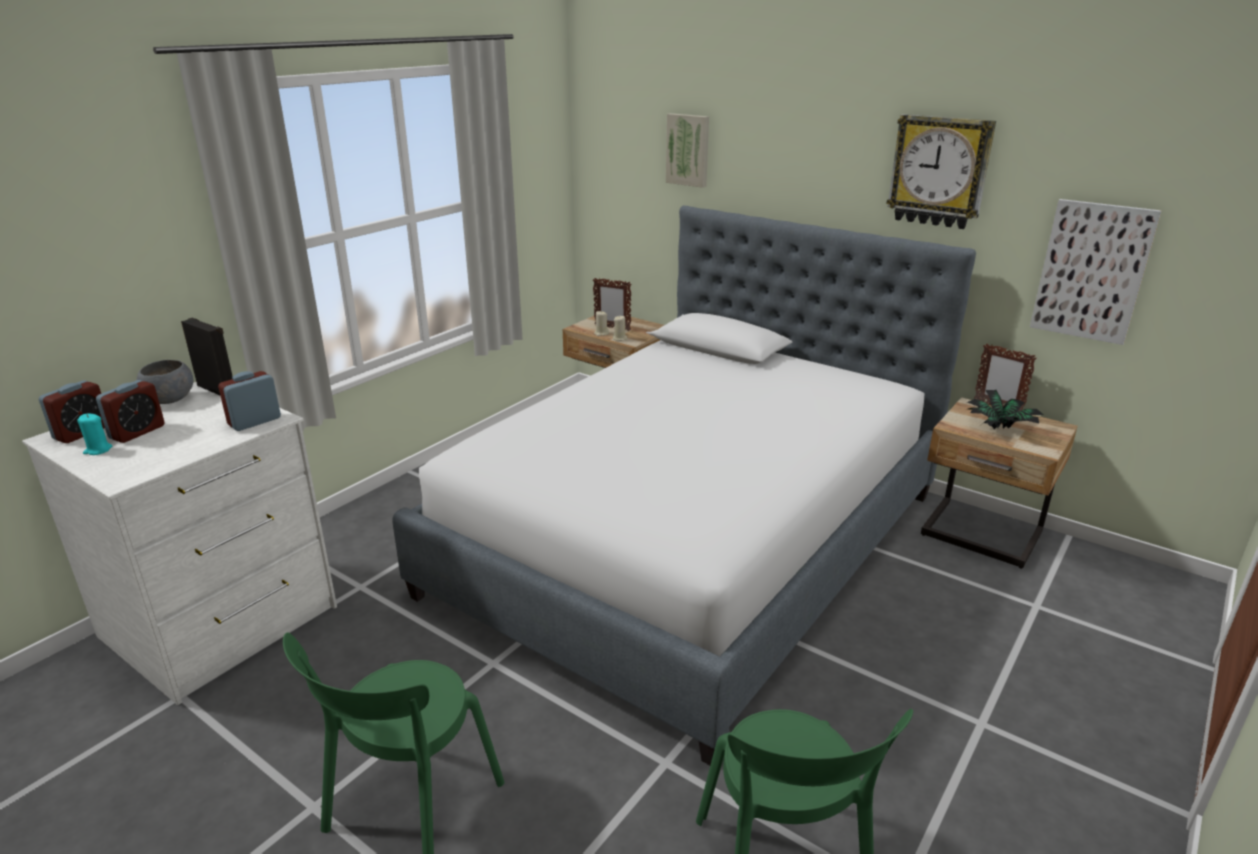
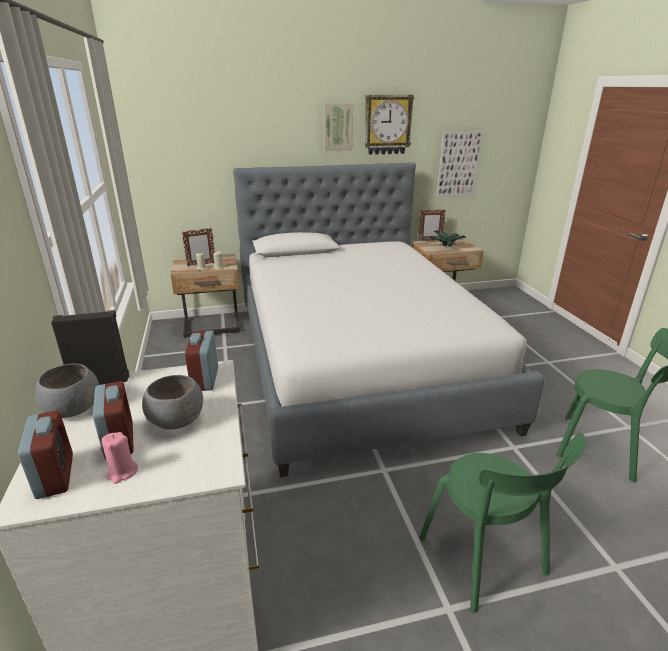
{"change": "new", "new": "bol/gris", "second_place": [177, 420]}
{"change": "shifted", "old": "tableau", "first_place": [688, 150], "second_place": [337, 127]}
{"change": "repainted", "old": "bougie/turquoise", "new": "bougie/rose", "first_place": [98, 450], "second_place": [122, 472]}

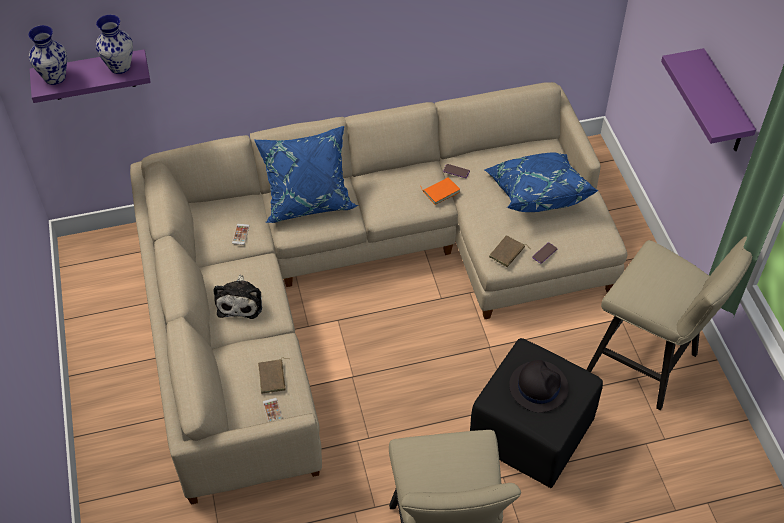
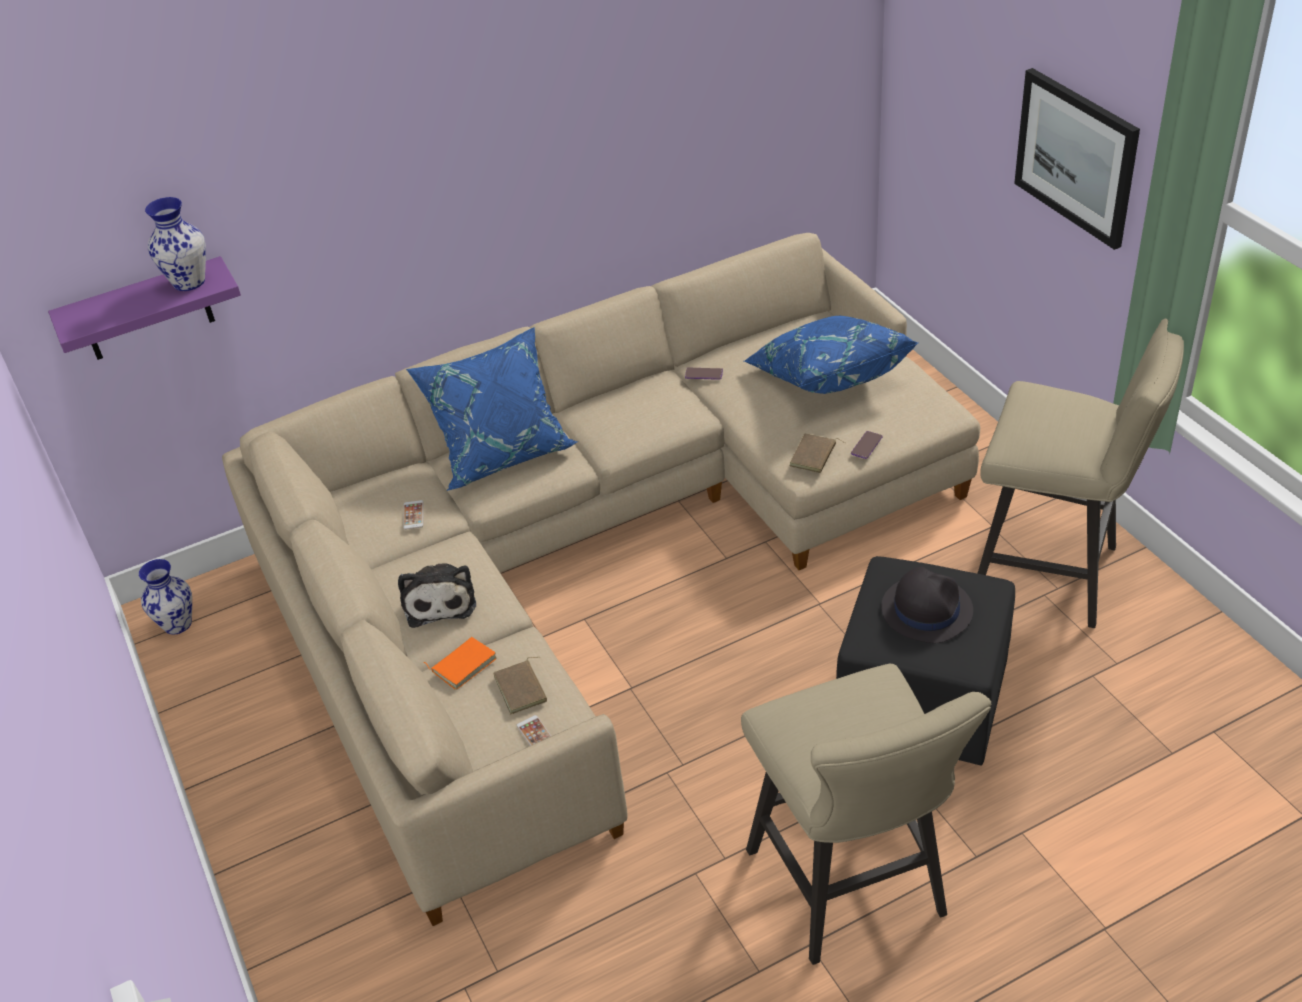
{"change": "shifted", "old": "vase", "first_place": [55, 77], "second_place": [178, 623]}
{"change": "shifted", "old": "livre/orange", "first_place": [440, 191], "second_place": [463, 664]}
{"change": "swapped", "old": "étagère/violet", "new": "tableau", "first_place": [724, 104], "second_place": [1076, 156]}

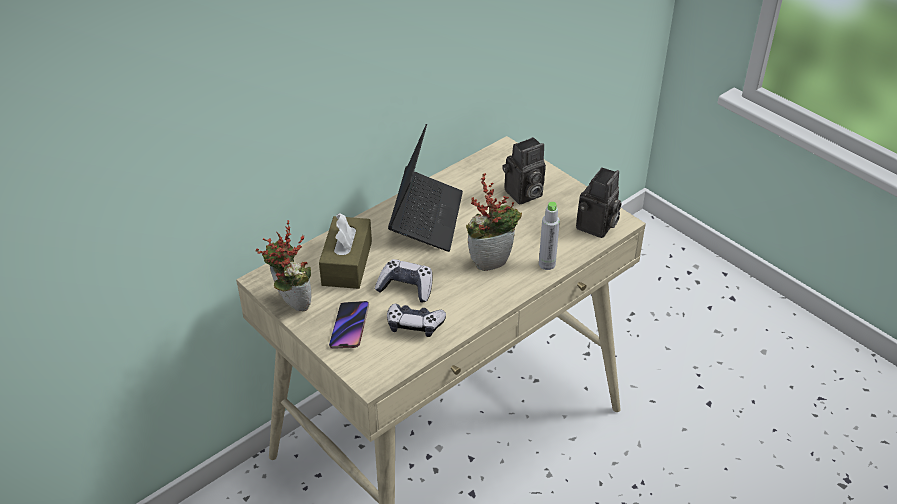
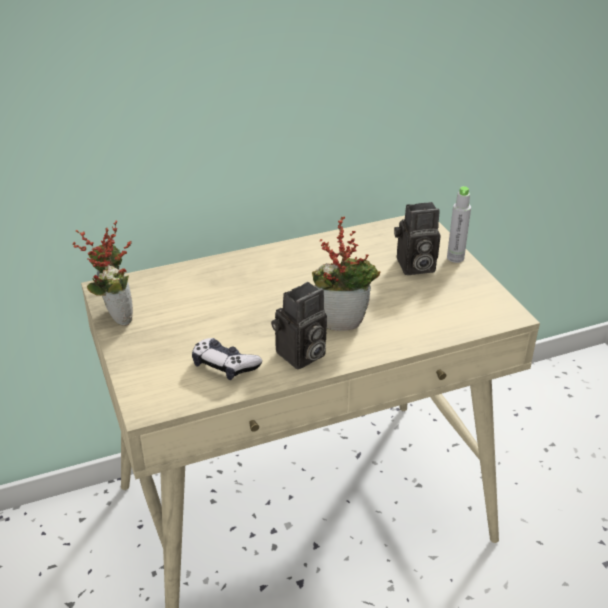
{"change": "gone", "old": "boîte à mouchoirs/marron", "first_place": [347, 263]}
{"change": "gone", "old": "téléphone", "first_place": [349, 327]}
{"change": "gone", "old": "manette", "first_place": [406, 287]}
{"change": "gone", "old": "ordinateur portable", "first_place": [426, 218]}
{"change": "shifted", "old": "bouteille/gris", "first_place": [547, 264], "second_place": [455, 258]}
{"change": "shifted", "old": "appareil photo", "first_place": [597, 227], "second_place": [300, 356]}

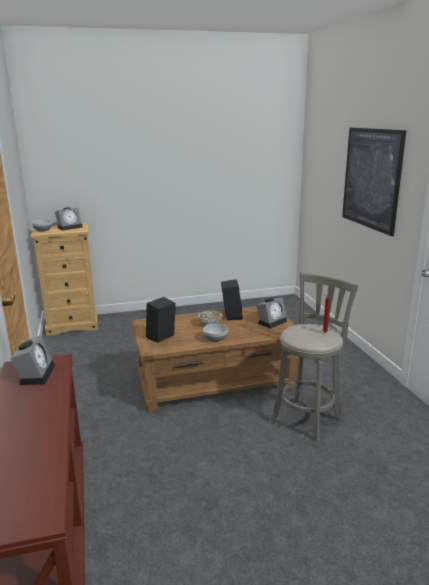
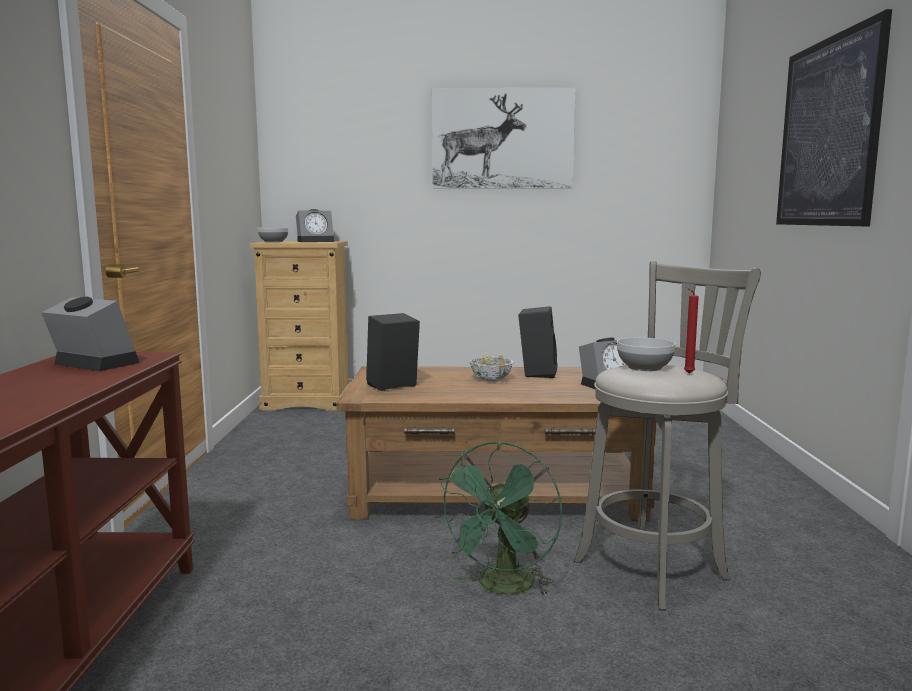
{"change": "new", "new": "tableau", "second_place": [502, 139]}
{"change": "new", "new": "ventilateur/vert", "second_place": [503, 588]}
{"change": "shifted", "old": "bol", "first_place": [215, 339], "second_place": [644, 367]}
{"change": "rotated", "old": "réveil", "first_place": [36, 374], "second_place": [91, 364], "degrees": -75}

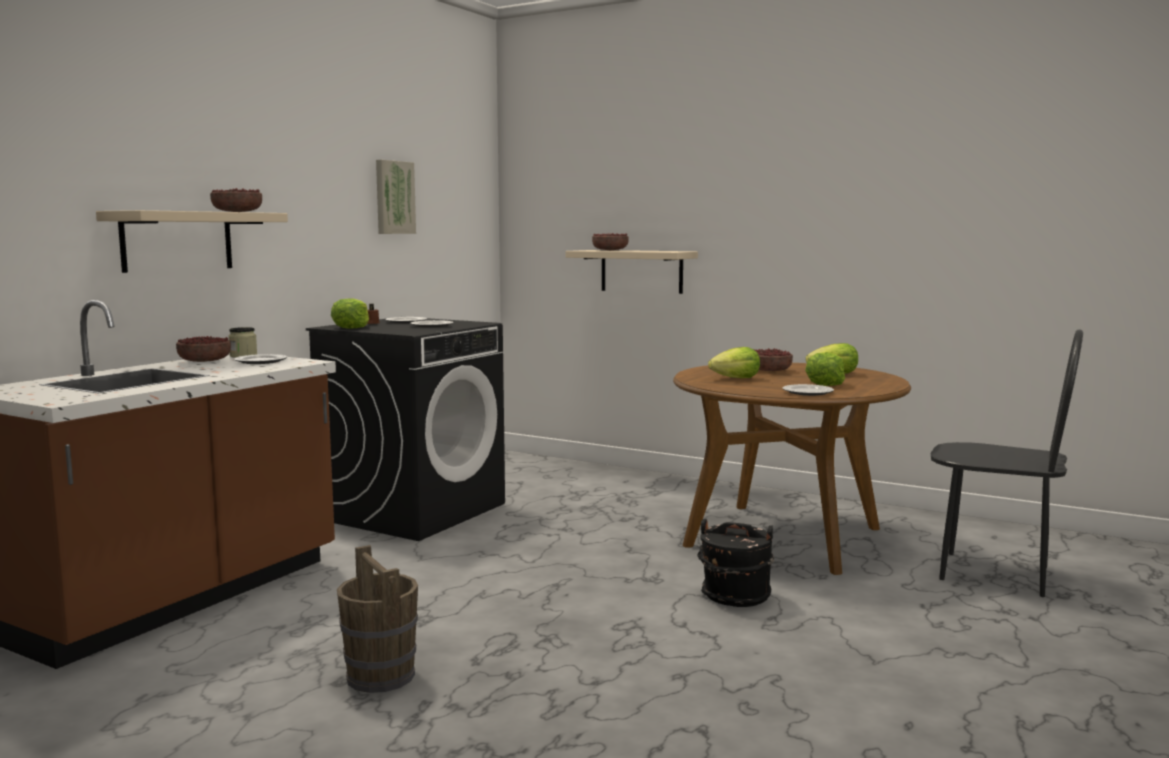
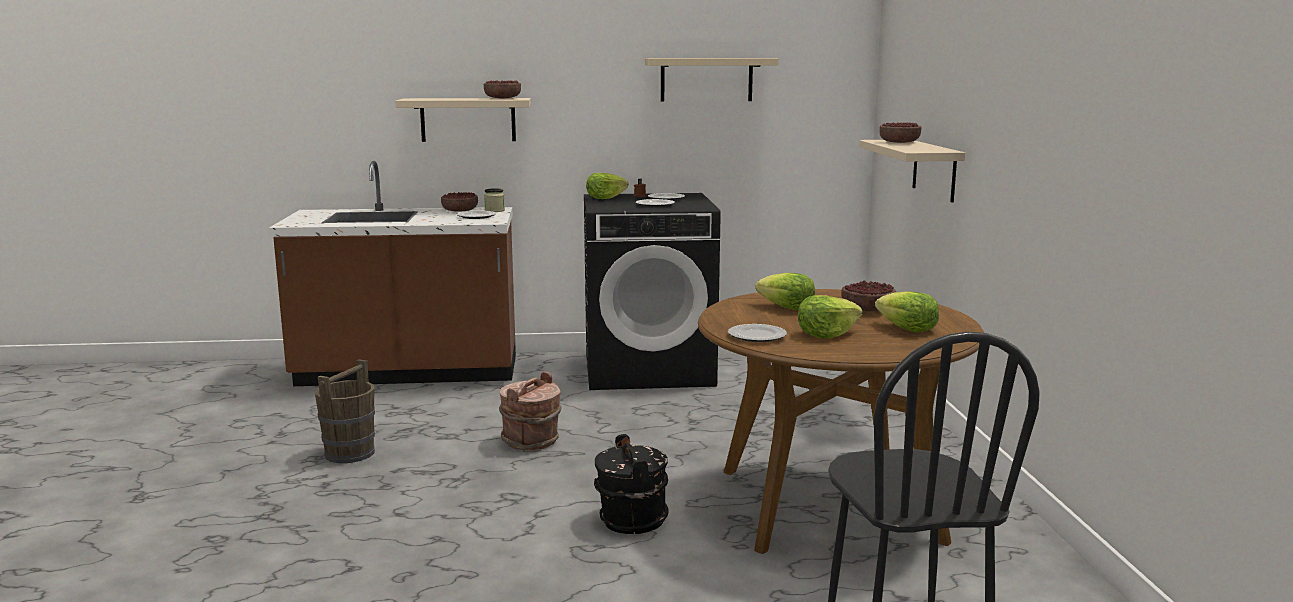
{"change": "new", "new": "seau/marron", "second_place": [531, 441]}
{"change": "swapped", "old": "tableau", "new": "étagère/beige", "first_place": [393, 197], "second_place": [706, 79]}

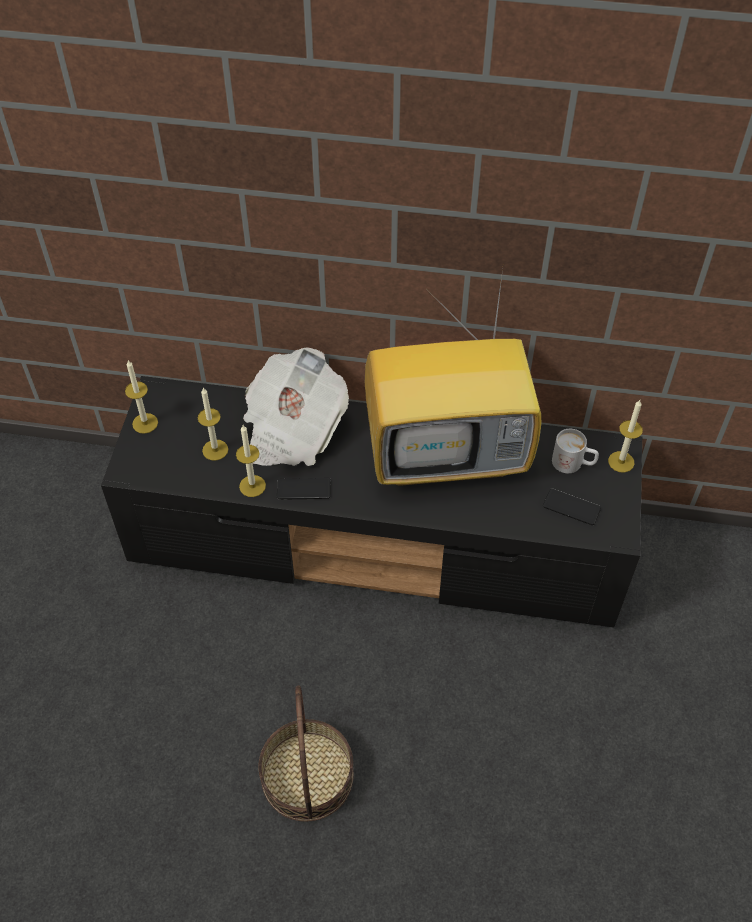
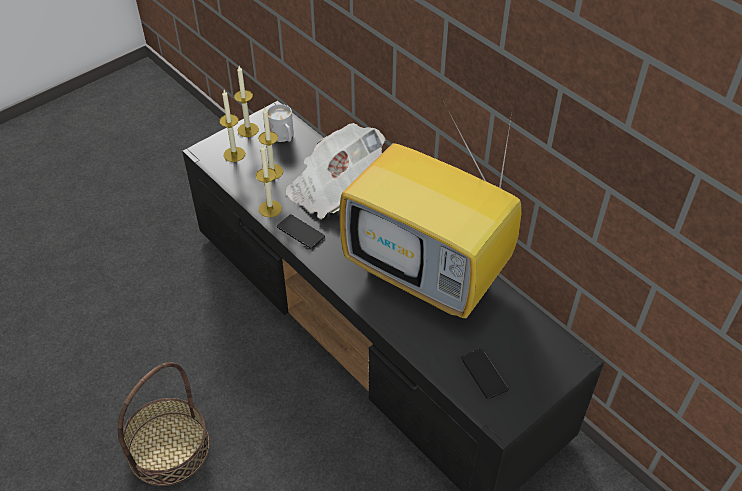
{"change": "shifted", "old": "mug/blanc", "first_place": [573, 463], "second_place": [283, 137]}
{"change": "shifted", "old": "bougie", "first_place": [621, 461], "second_place": [234, 154]}

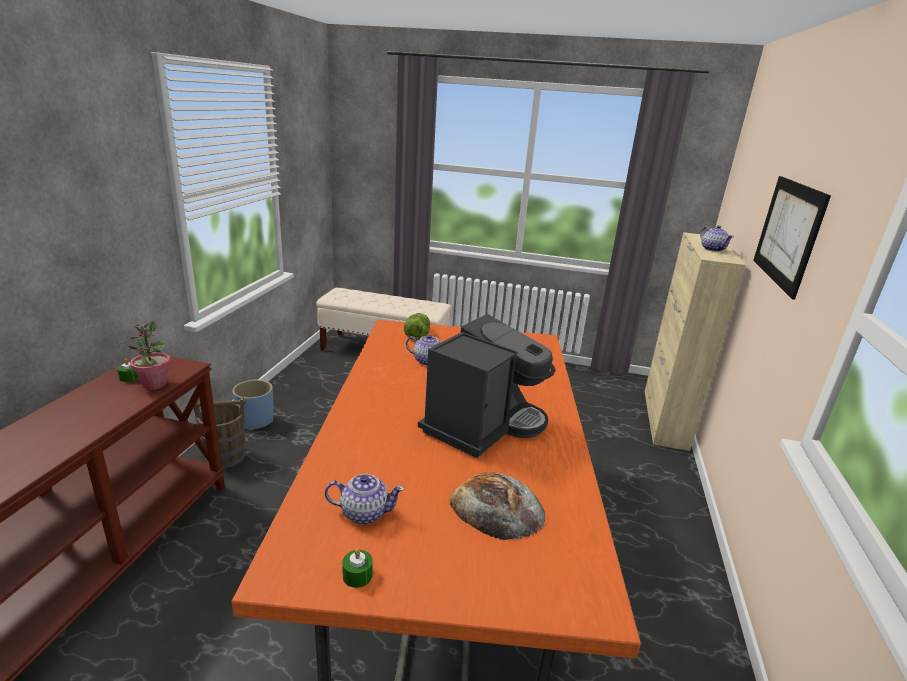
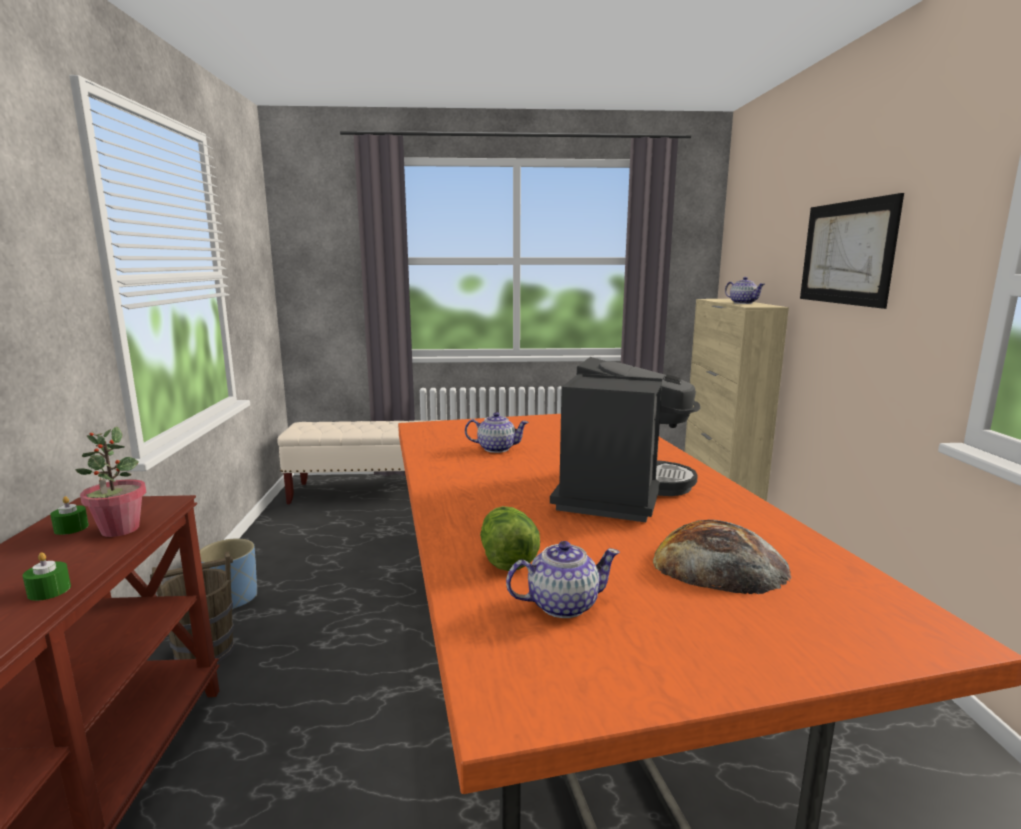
{"change": "shifted", "old": "bougie/vert", "first_place": [357, 575], "second_place": [49, 591]}
{"change": "shifted", "old": "laitue", "first_place": [417, 335], "second_place": [506, 556]}

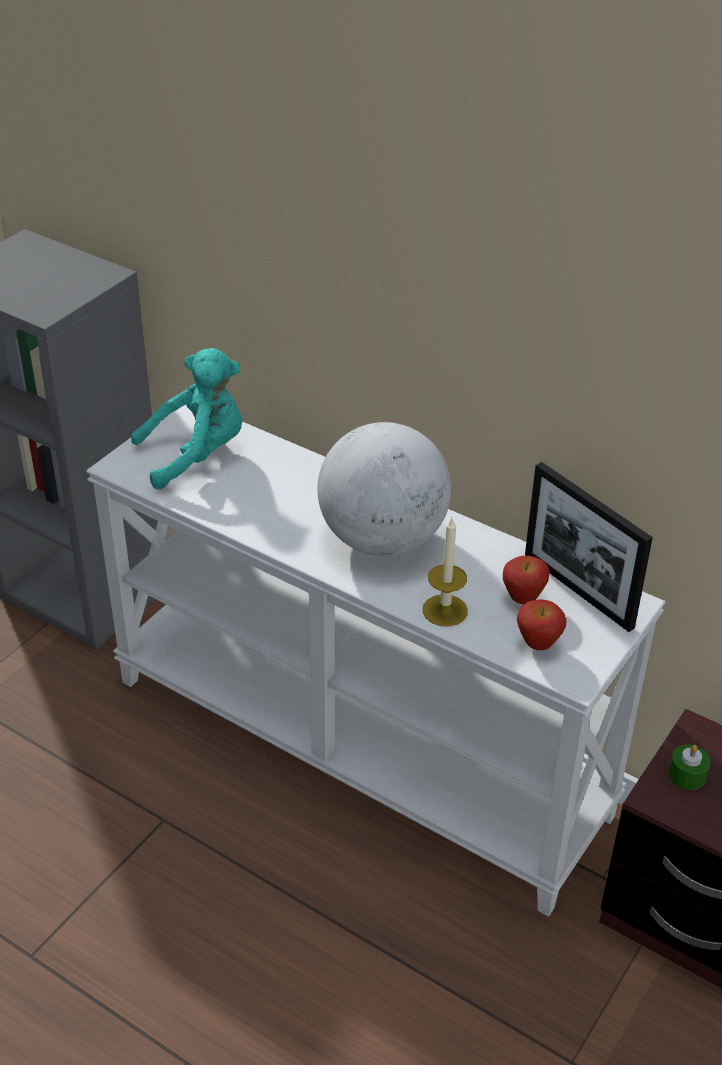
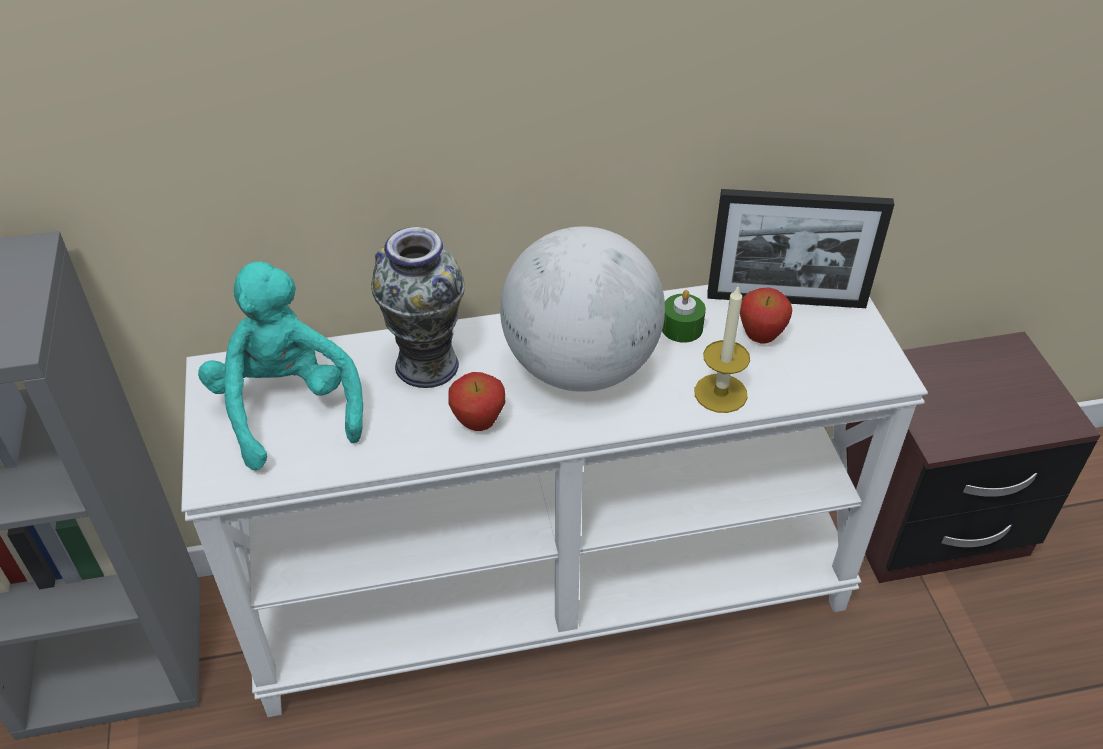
{"change": "new", "new": "vase", "second_place": [426, 366]}
{"change": "shifted", "old": "pomme", "first_place": [538, 645], "second_place": [478, 424]}
{"change": "shifted", "old": "bougie/vert", "first_place": [687, 775], "second_place": [682, 328]}
{"change": "rotated", "old": "peluche/turquoise", "first_place": [197, 455], "second_place": [287, 408], "degrees": -45}

